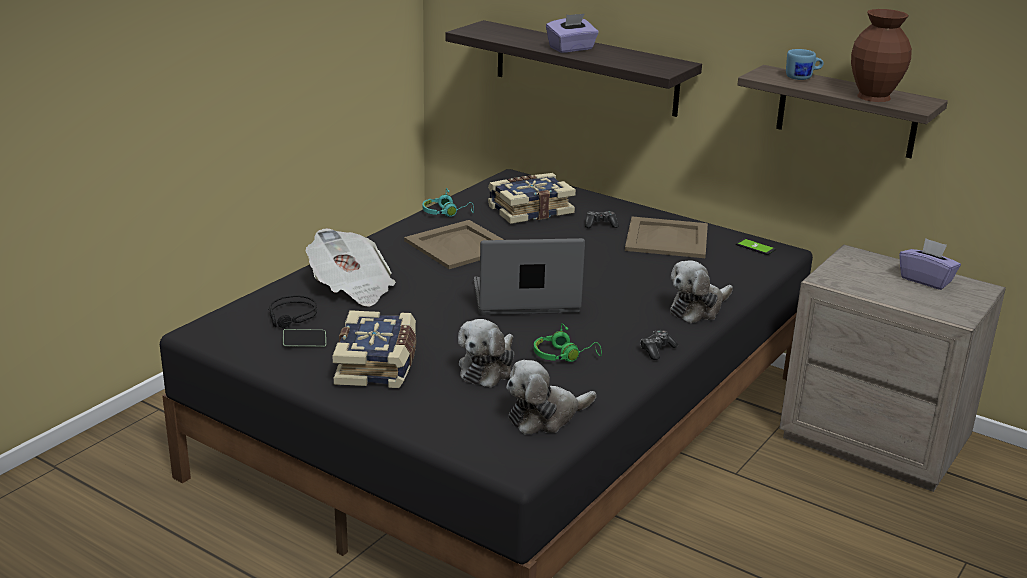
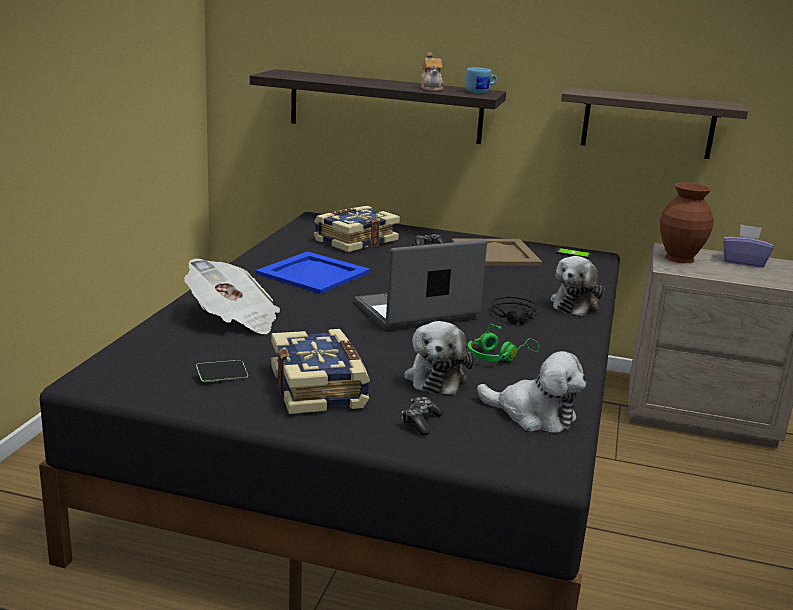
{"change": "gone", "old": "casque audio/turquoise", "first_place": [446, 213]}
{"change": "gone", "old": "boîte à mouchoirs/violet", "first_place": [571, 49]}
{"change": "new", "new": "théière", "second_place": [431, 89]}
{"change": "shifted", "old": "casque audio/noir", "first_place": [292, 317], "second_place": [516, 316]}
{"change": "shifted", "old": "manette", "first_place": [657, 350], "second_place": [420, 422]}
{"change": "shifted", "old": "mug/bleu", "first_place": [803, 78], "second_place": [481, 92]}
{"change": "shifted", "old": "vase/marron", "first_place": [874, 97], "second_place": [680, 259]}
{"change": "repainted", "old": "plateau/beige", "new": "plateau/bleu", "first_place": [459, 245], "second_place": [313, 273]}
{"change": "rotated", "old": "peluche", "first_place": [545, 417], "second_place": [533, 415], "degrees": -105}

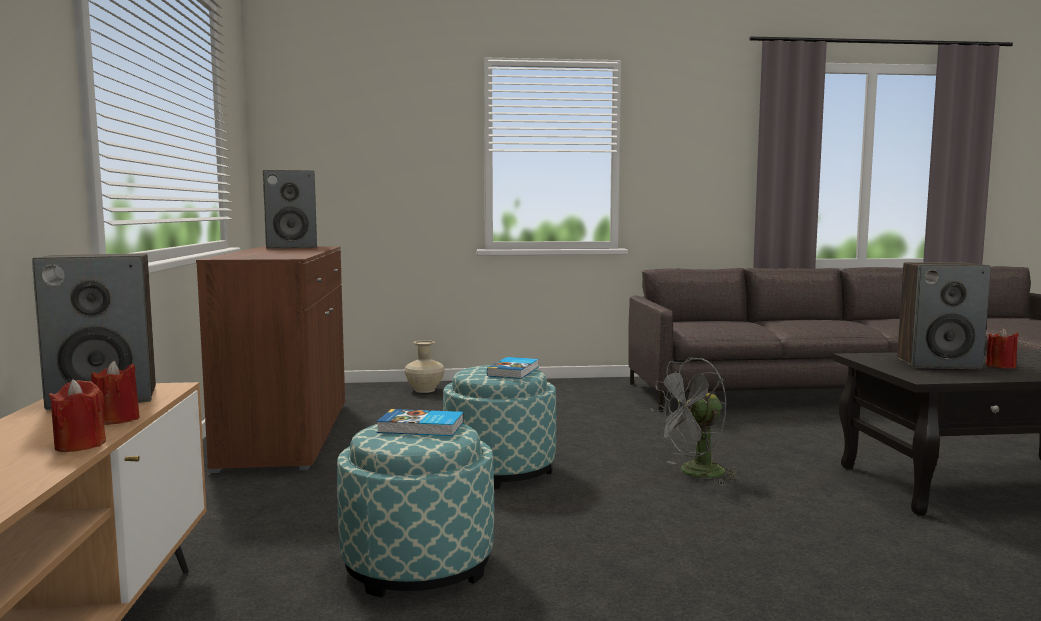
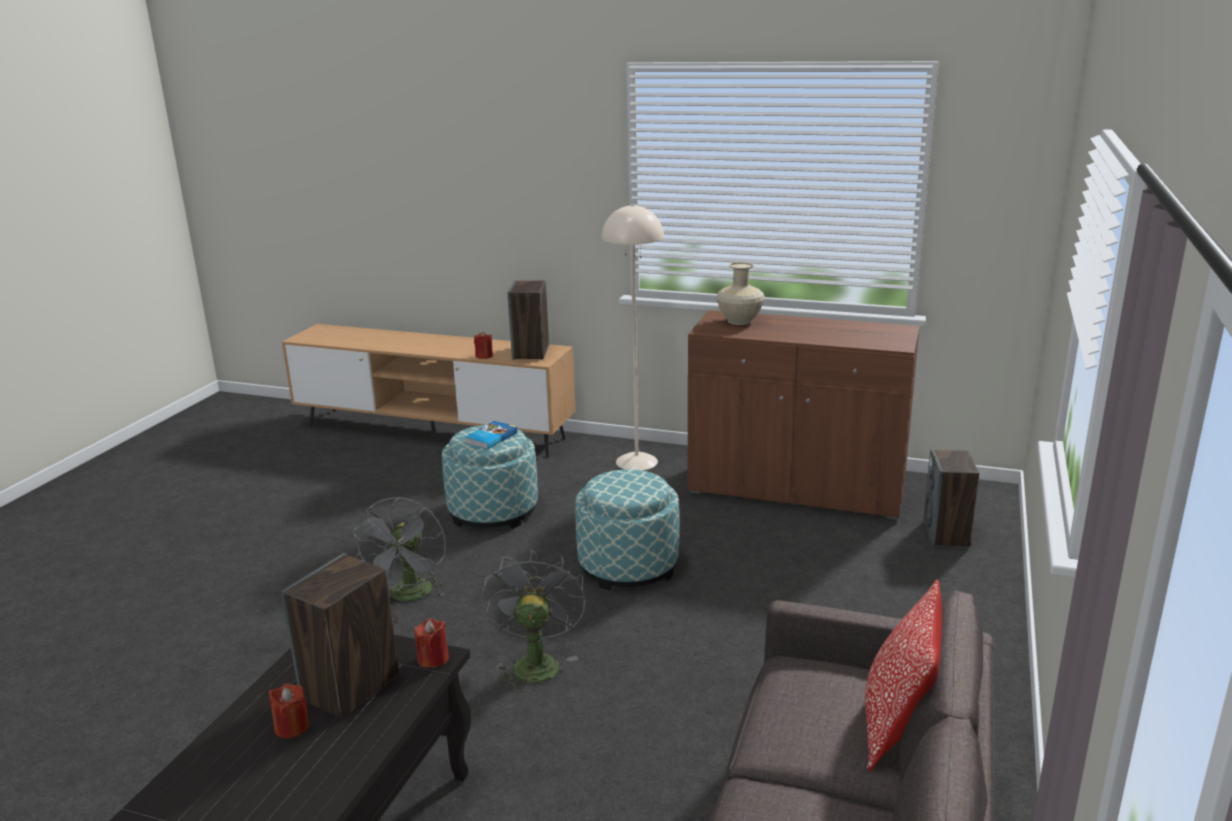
{"change": "gone", "old": "livre", "first_place": [514, 371]}
{"change": "new", "new": "ventilateur/gris", "second_place": [410, 596]}
{"change": "new", "new": "lampadaire/beige", "second_place": [637, 461]}
{"change": "new", "new": "coussin", "second_place": [897, 725]}
{"change": "shifted", "old": "bougie/rouge", "first_place": [80, 445], "second_place": [433, 659]}
{"change": "shifted", "old": "enceinte", "first_place": [292, 247], "second_place": [946, 534]}
{"change": "shifted", "old": "vase/beige", "first_place": [424, 390], "second_place": [740, 321]}

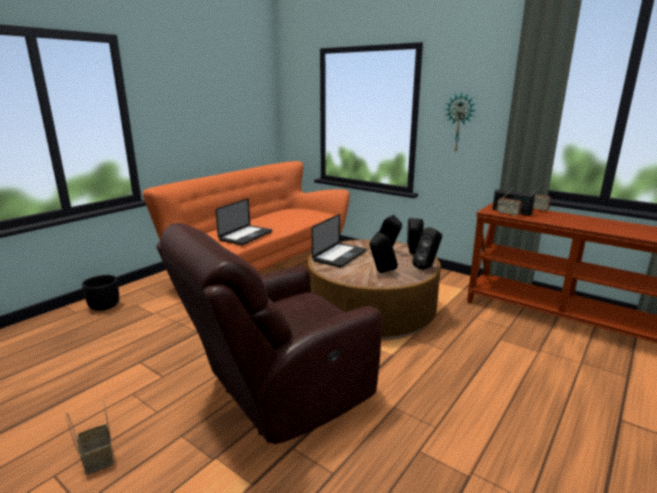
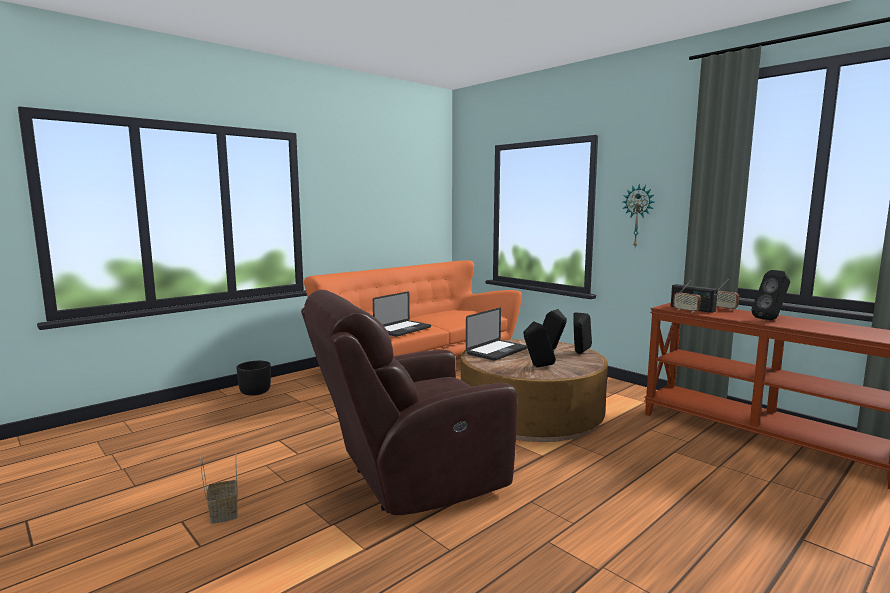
{"change": "shifted", "old": "enceinte/noir", "first_place": [427, 267], "second_place": [770, 319]}

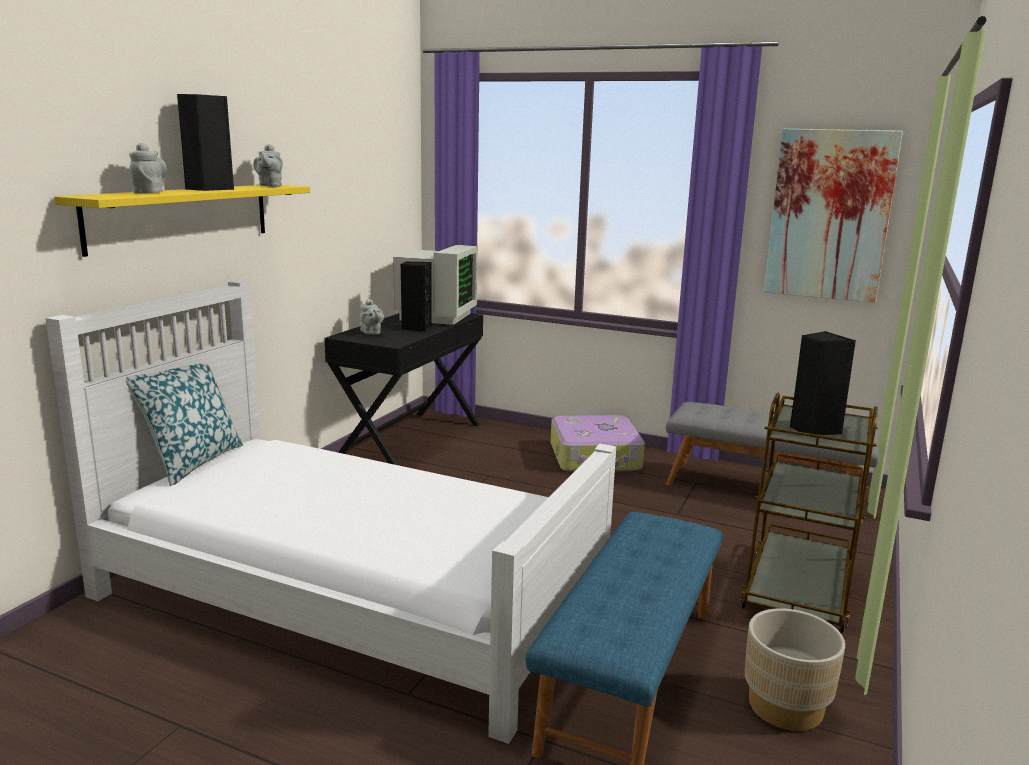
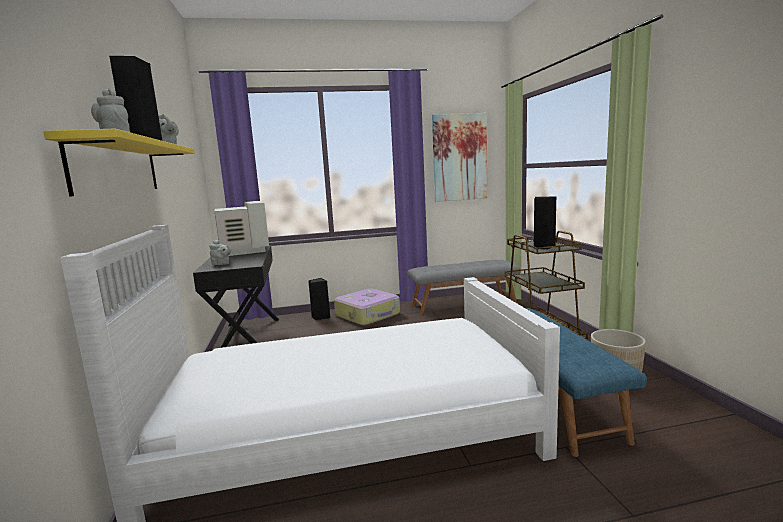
{"change": "gone", "old": "coussin", "first_place": [192, 462]}
{"change": "shifted", "old": "enceinte/noir", "first_place": [416, 328], "second_place": [320, 317]}

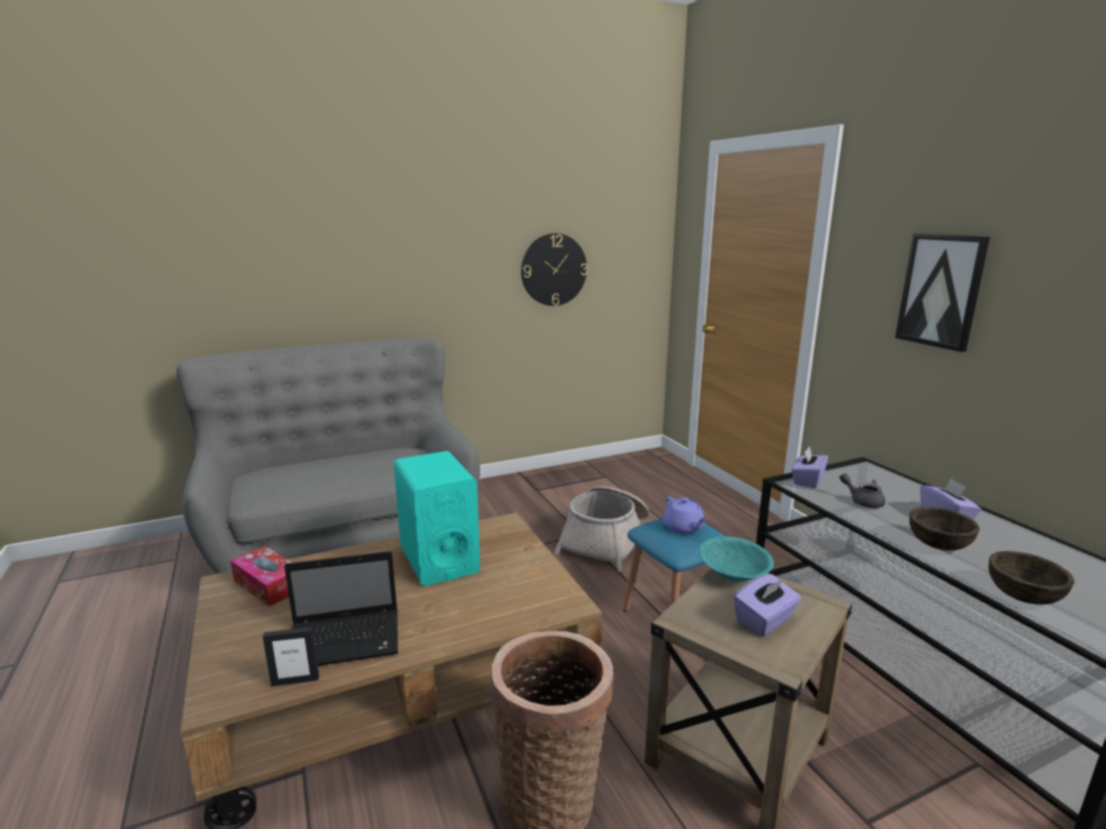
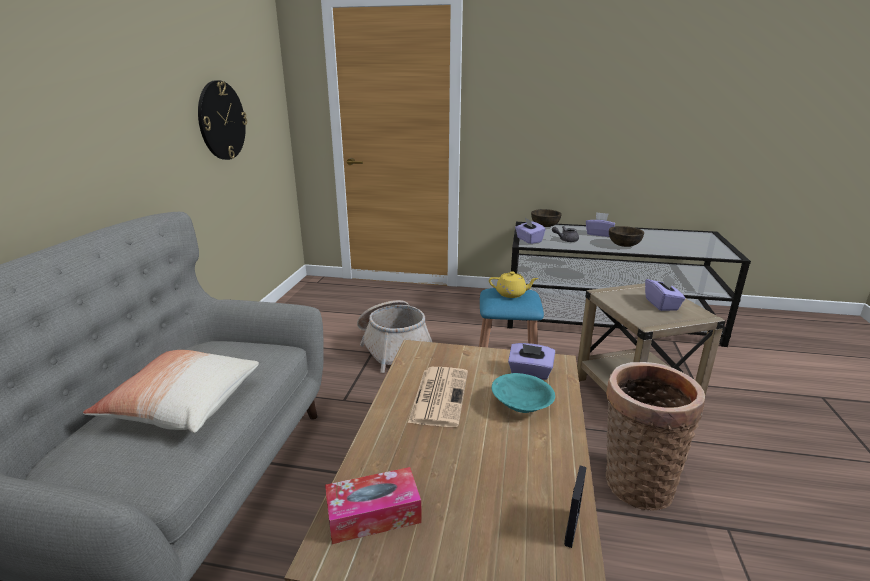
{"change": "gone", "old": "ordinateur portable", "first_place": [347, 640]}
{"change": "gone", "old": "tableau", "first_place": [941, 291]}
{"change": "new", "new": "coussin", "second_place": [182, 405]}
{"change": "new", "new": "boîte à mouchoirs/violet", "second_place": [530, 372]}
{"change": "shifted", "old": "bol/turquoise", "first_place": [733, 574], "second_place": [521, 405]}
{"change": "shifted", "old": "bol/marron", "first_place": [1022, 596], "second_place": [545, 226]}
{"change": "swapped", "old": "enceinte/turquoise", "new": "journal", "first_place": [439, 559], "second_place": [439, 395]}
{"change": "repainted", "old": "théière/violet", "new": "théière/jaune", "first_place": [683, 528], "second_place": [511, 294]}

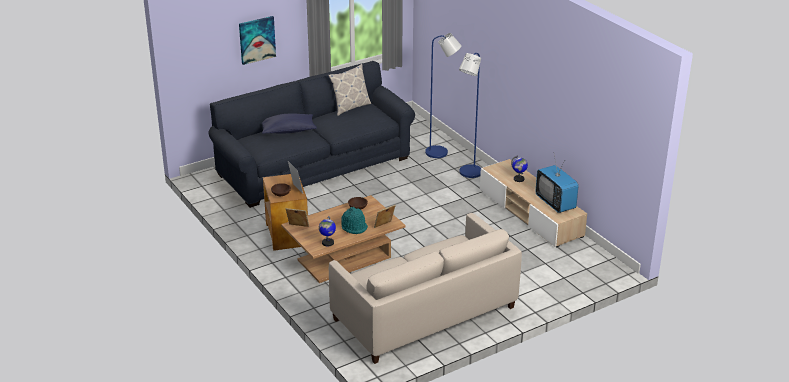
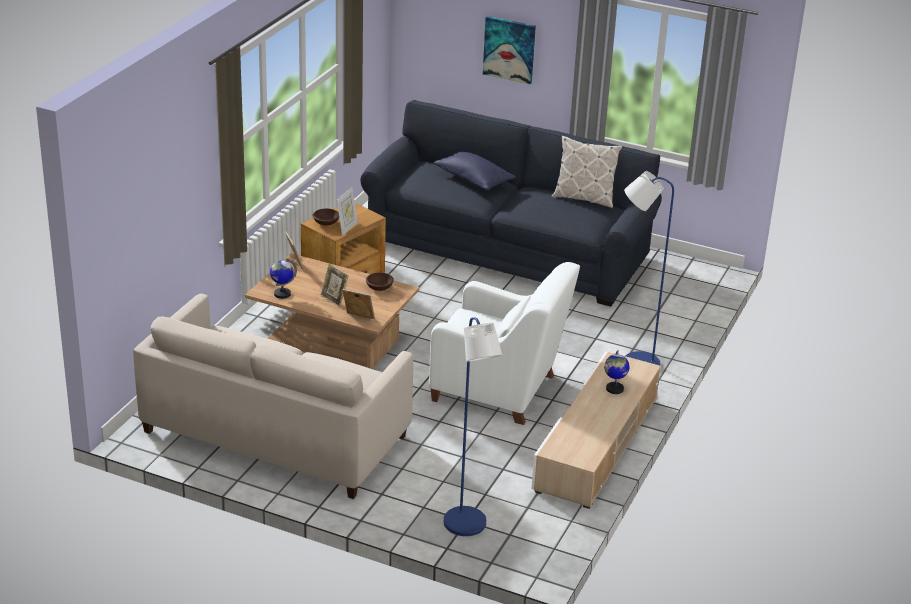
{"change": "gone", "old": "téléviseur", "first_place": [555, 203]}
{"change": "new", "new": "fauteuil/blanc", "second_place": [499, 390]}
{"change": "shifted", "old": "lampadaire/bleu", "first_place": [441, 153], "second_place": [467, 527]}
{"change": "swapped", "old": "chapeau/turquoise", "new": "cadre photo", "first_place": [354, 227], "second_place": [334, 299]}

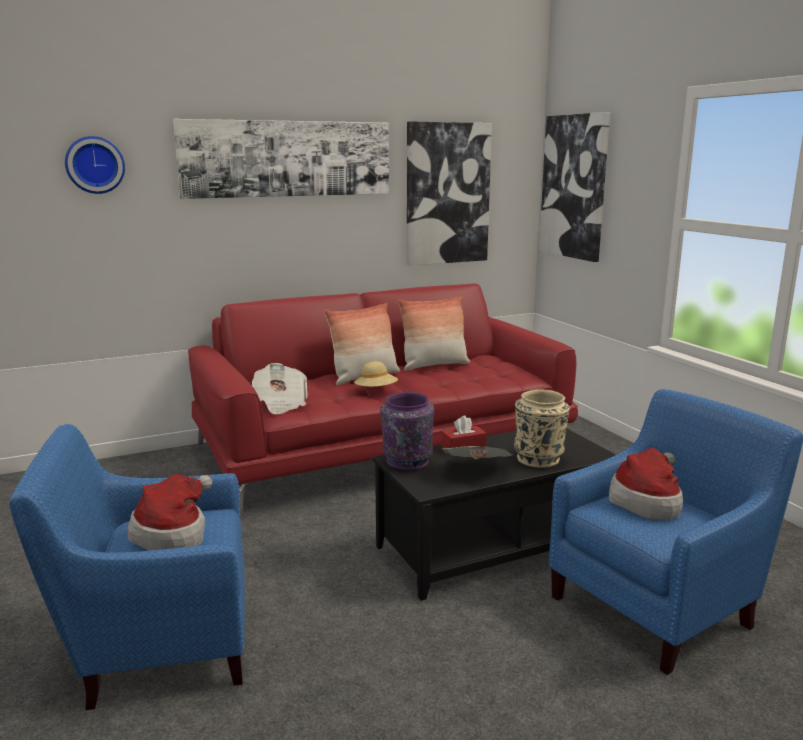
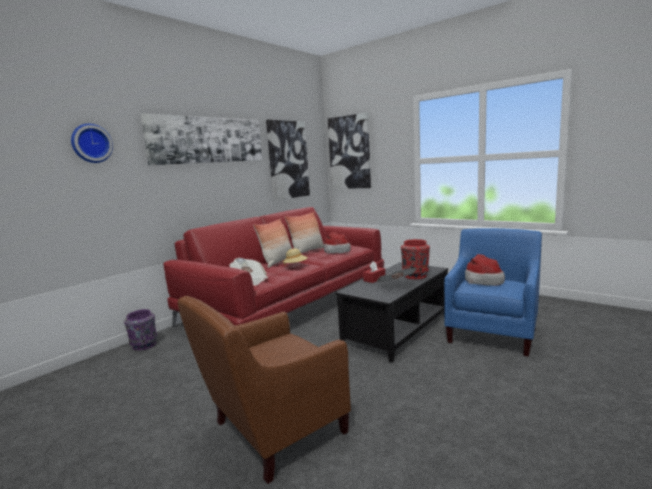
{"change": "shifted", "old": "chapeau", "first_place": [174, 533], "second_place": [336, 250]}
{"change": "shifted", "old": "vase/violet", "first_place": [407, 462], "second_place": [144, 345]}
{"change": "repainted", "old": "fauteuil/bleu", "new": "fauteuil/marron", "first_place": [158, 643], "second_place": [271, 431]}
{"change": "repainted", "old": "vase/beige", "new": "vase/rouge", "first_place": [539, 459], "second_place": [415, 275]}

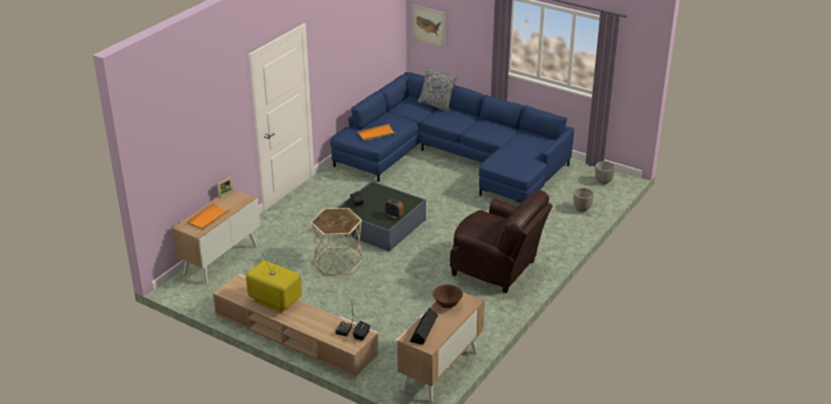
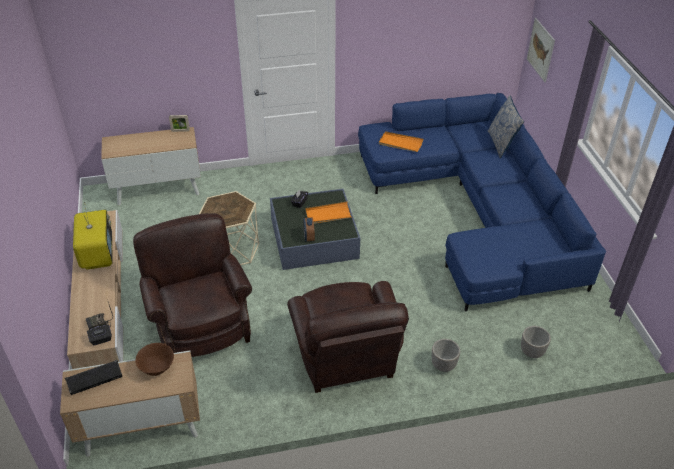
{"change": "new", "new": "fauteuil/marron", "second_place": [200, 323]}
{"change": "shifted", "old": "plateau/orange", "first_place": [208, 218], "second_place": [328, 215]}
{"change": "shifted", "old": "cache-pot", "first_place": [603, 181], "second_place": [443, 366]}

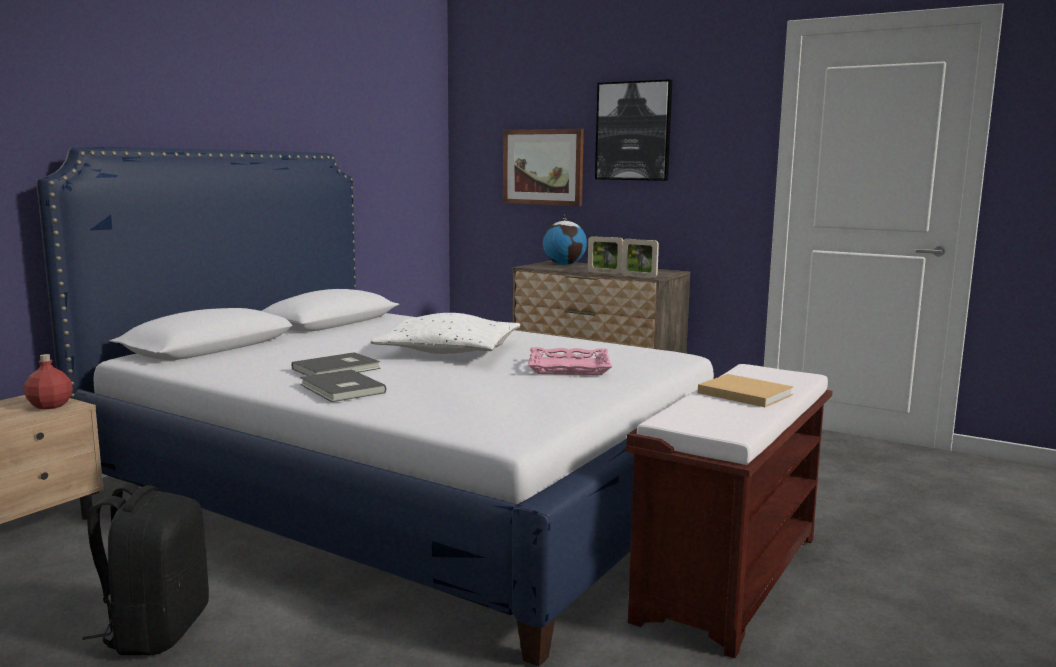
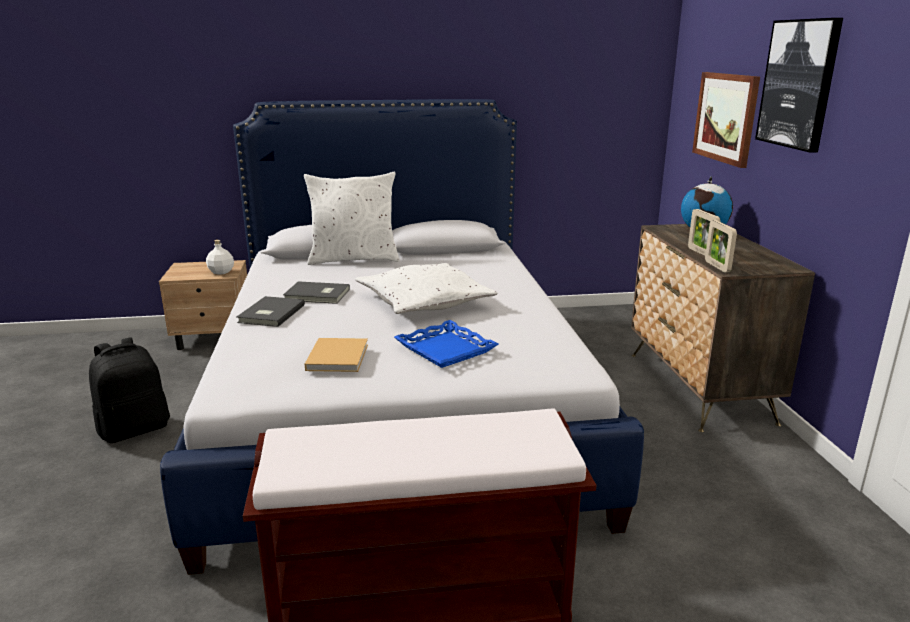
{"change": "new", "new": "coussin/blanc", "second_place": [354, 259]}
{"change": "shifted", "old": "livre/beige", "first_place": [742, 393], "second_place": [338, 356]}
{"change": "repainted", "old": "bouteille/rouge", "new": "bouteille/blanc", "first_place": [51, 405], "second_place": [221, 272]}
{"change": "repainted", "old": "plateau/rose", "new": "plateau/bleu", "first_place": [569, 367], "second_place": [445, 350]}

